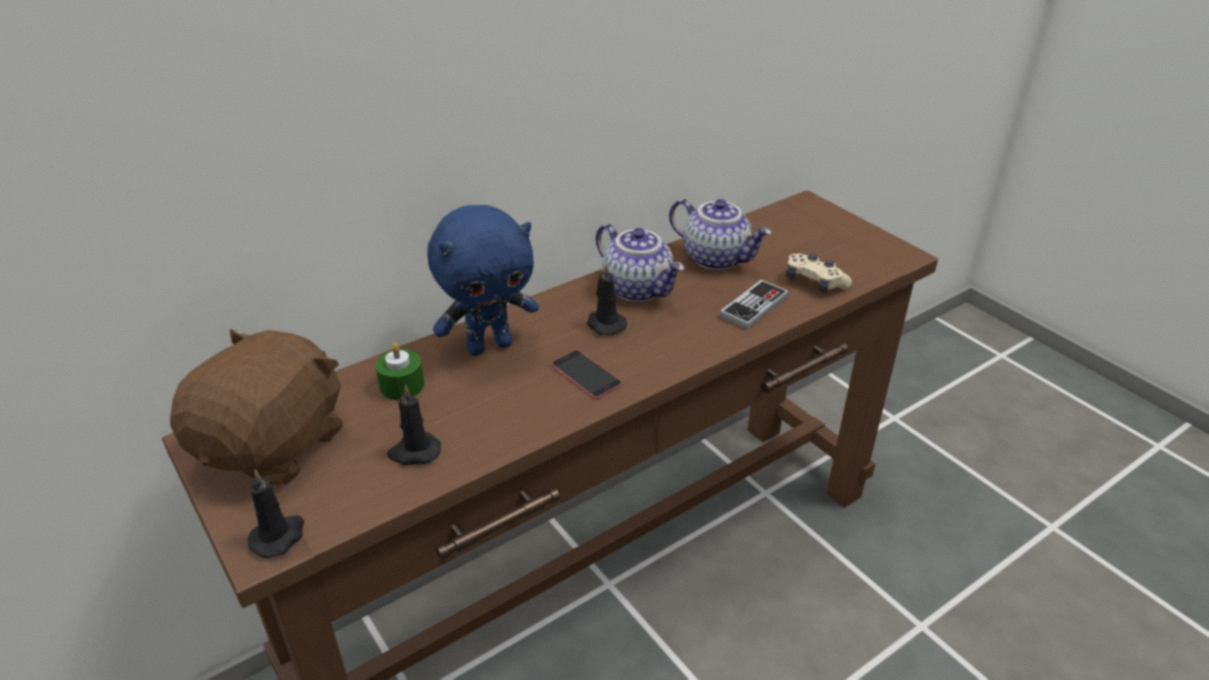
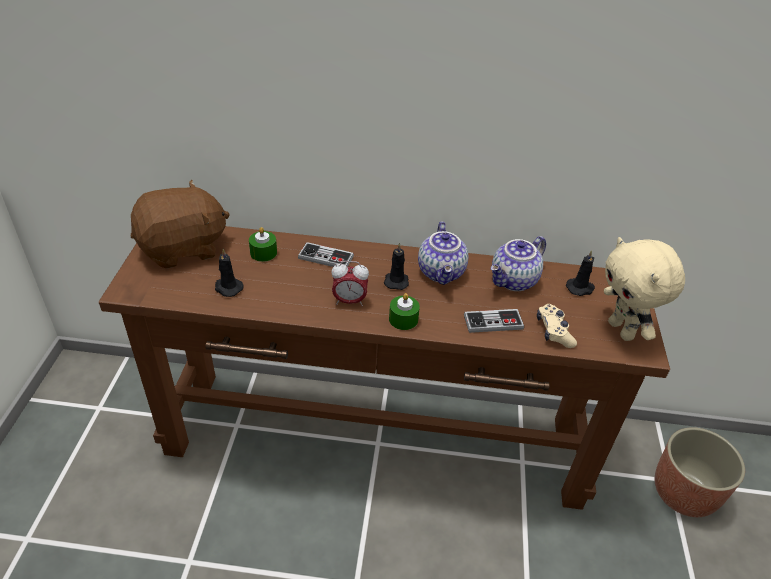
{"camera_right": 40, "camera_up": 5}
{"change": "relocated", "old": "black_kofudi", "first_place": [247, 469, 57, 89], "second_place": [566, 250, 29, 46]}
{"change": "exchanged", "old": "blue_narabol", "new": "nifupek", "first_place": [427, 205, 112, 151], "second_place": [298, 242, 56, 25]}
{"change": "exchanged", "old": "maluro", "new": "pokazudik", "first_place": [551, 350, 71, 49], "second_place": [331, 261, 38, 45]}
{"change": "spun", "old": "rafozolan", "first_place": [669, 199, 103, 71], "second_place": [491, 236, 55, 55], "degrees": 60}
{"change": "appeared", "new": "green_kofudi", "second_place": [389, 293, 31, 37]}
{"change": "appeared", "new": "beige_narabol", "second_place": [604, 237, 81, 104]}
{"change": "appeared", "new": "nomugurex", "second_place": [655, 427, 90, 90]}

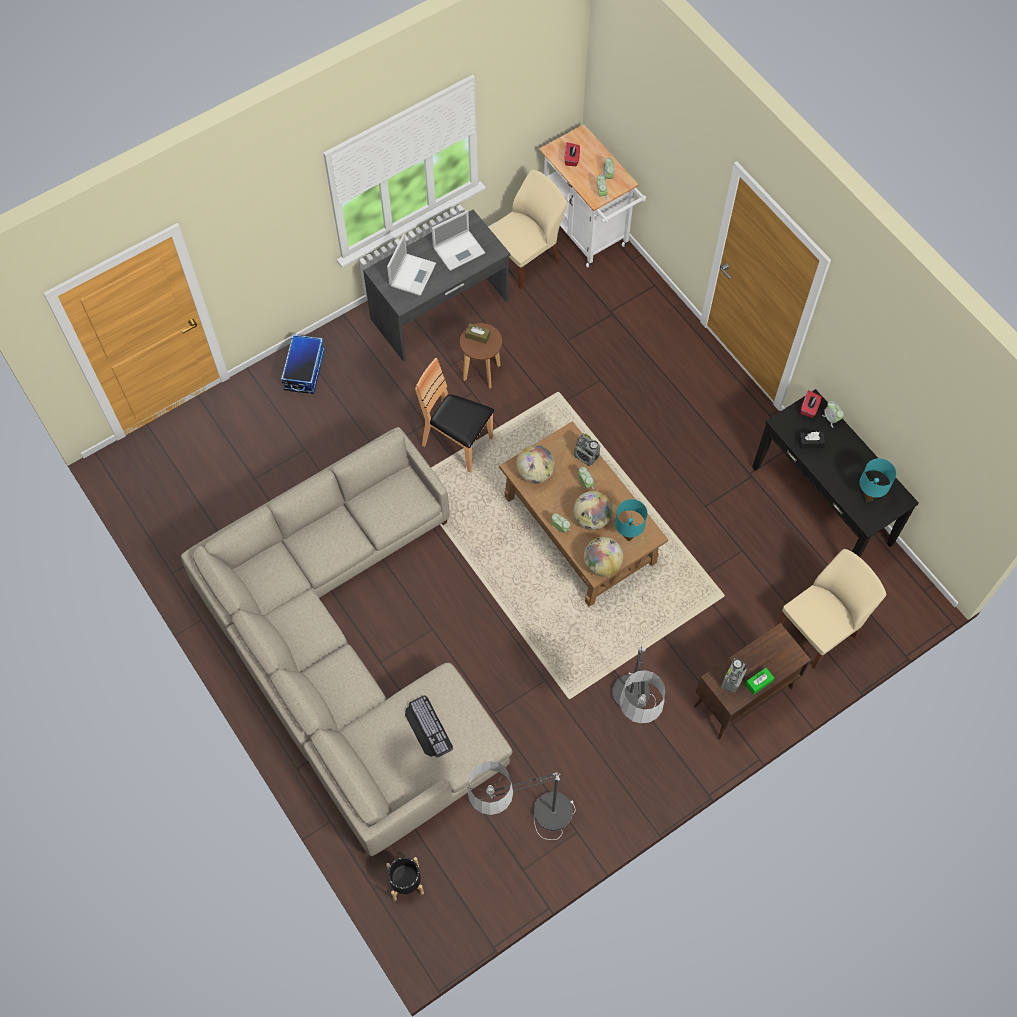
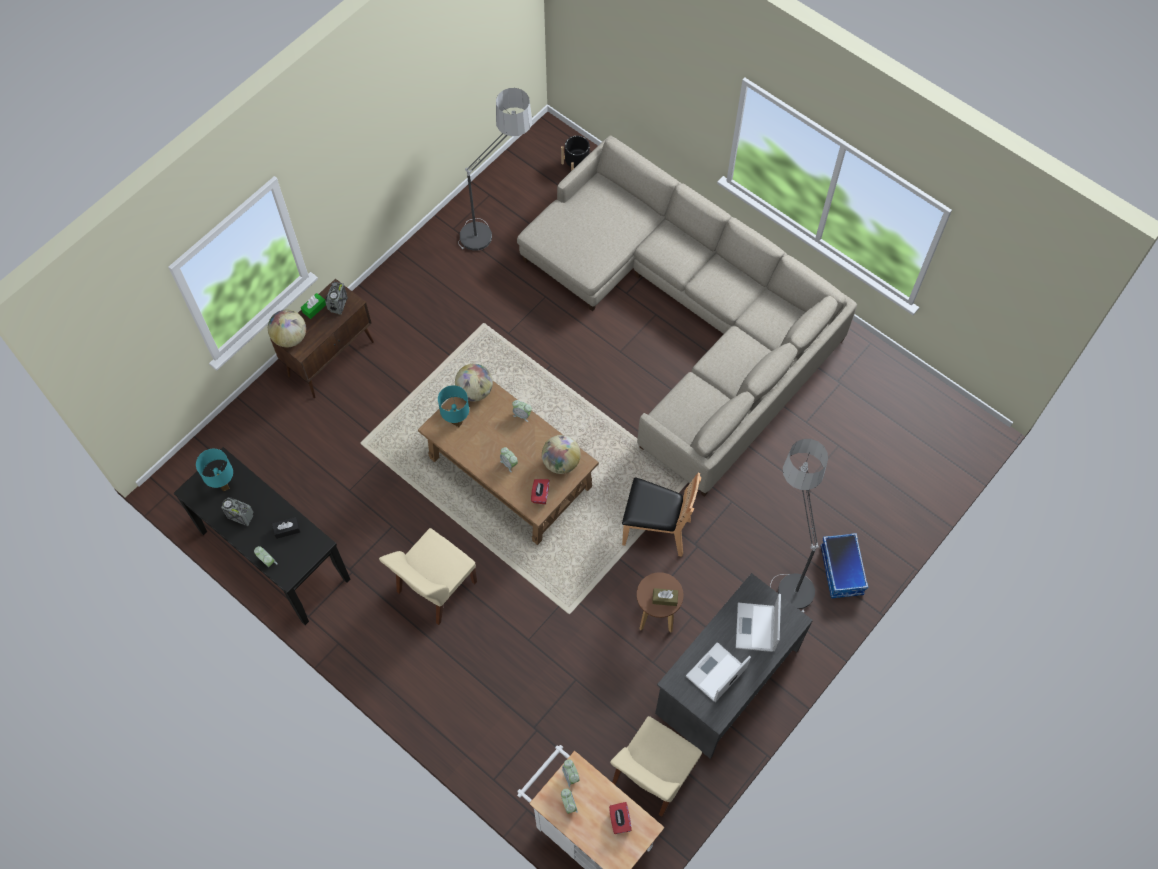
{"camera_right": 165, "camera_up": 0}
{"change": "missing", "old": "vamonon", "first_place": [405, 695, 48, 63]}
{"change": "relocated", "old": "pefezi", "first_place": [573, 491, 40, 39], "second_place": [268, 310, 38, 37]}
{"change": "relocated", "old": "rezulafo", "first_place": [574, 434, 26, 32], "second_place": [221, 497, 33, 29]}
{"change": "relocated", "old": "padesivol", "first_place": [612, 645, 54, 78], "second_place": [770, 439, 58, 173]}
{"change": "relocated", "old": "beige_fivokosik", "first_place": [777, 549, 109, 120], "second_place": [379, 528, 98, 97]}
{"change": "relocated", "old": "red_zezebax", "first_place": [800, 390, 21, 28], "second_place": [531, 479, 18, 25]}

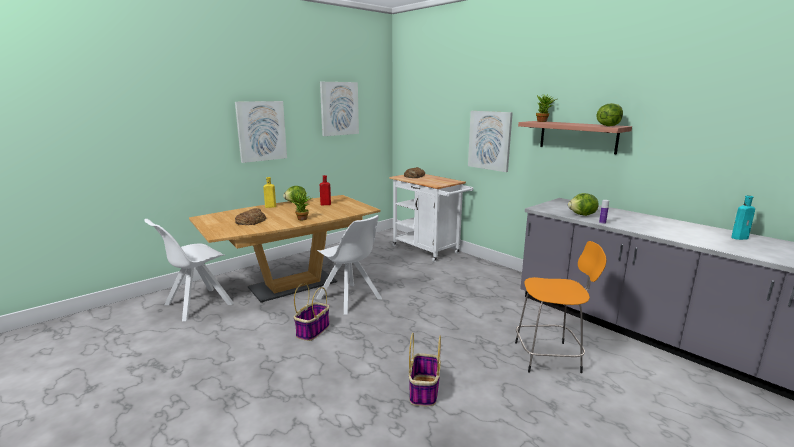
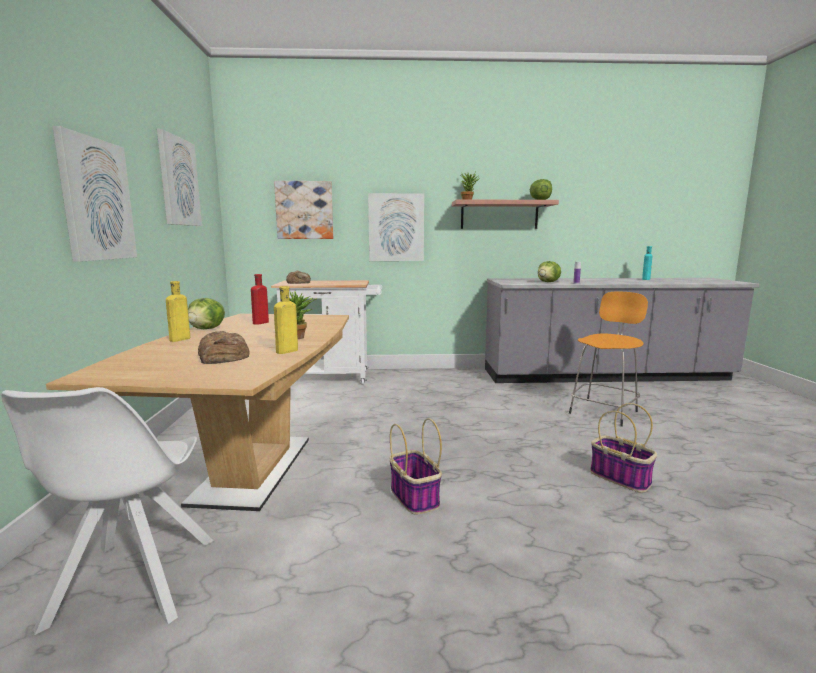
{"camera_right": -50, "camera_up": -5}
{"change": "missing", "old": "white_fivokosik", "first_place": [317, 215, 65, 100]}
{"change": "appeared", "new": "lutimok", "second_place": [274, 181, 60, 58]}
{"change": "appeared", "new": "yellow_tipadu", "second_place": [274, 286, 24, 68]}

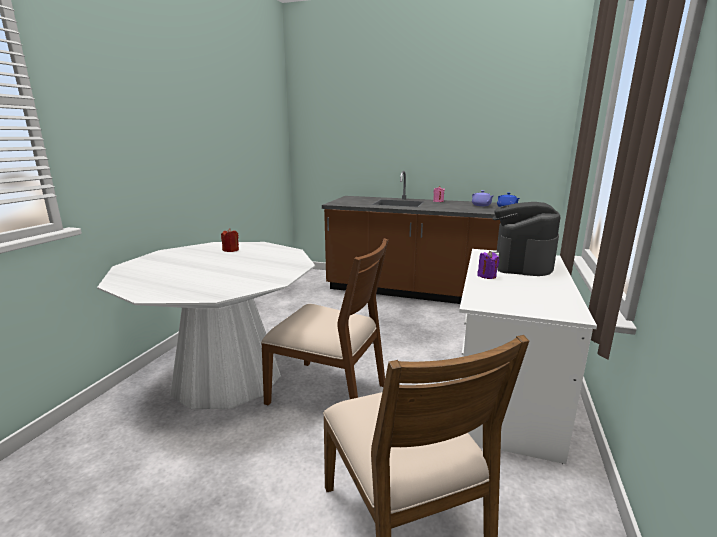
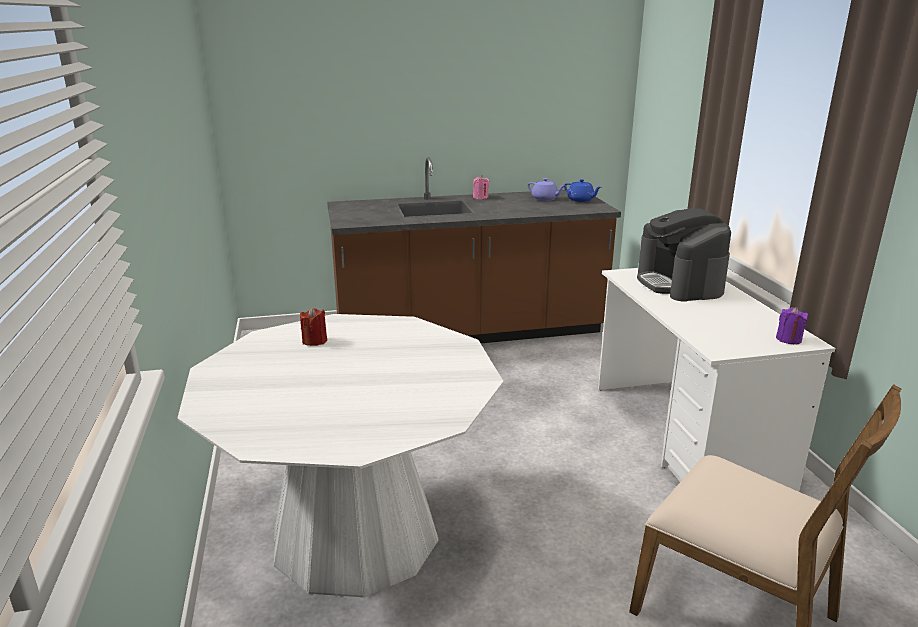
{"camera_right": -30, "camera_up": 5}
{"change": "missing", "old": "brown_fivokosik", "first_place": [261, 238, 127, 167]}
{"change": "relocated", "old": "purple_kofudi", "first_place": [477, 251, 22, 28], "second_place": [776, 307, 32, 37]}

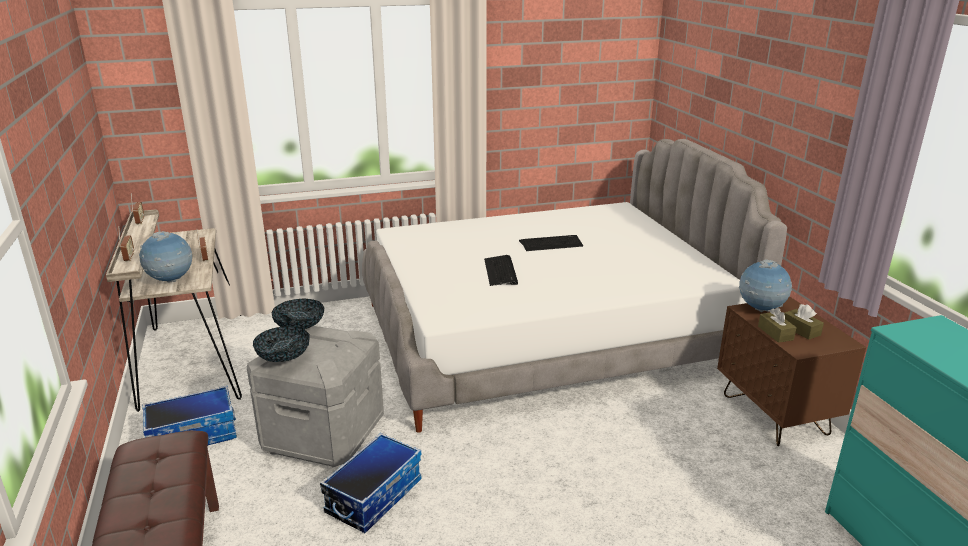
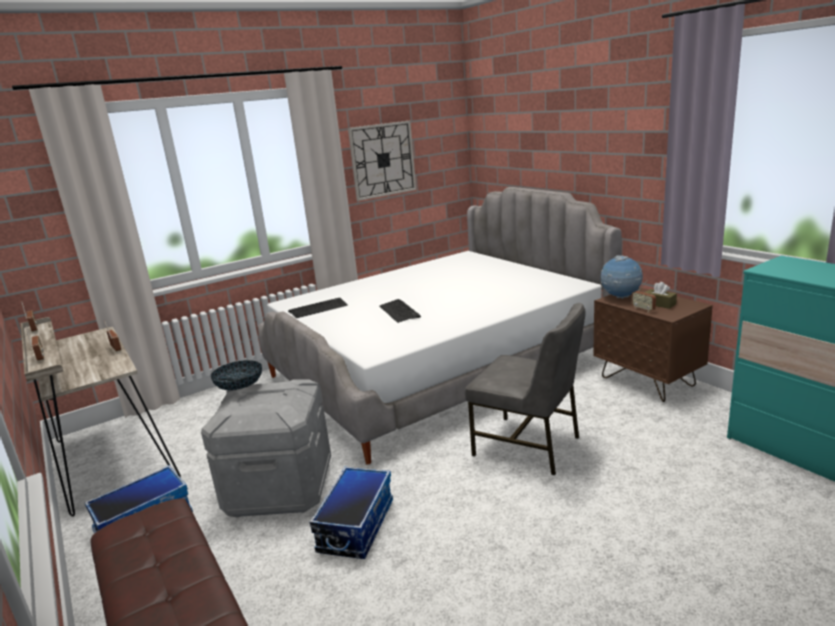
{"camera_right": -15, "camera_up": -5}
{"change": "missing", "old": "pefezi", "first_place": [139, 231, 53, 52]}
{"change": "missing", "old": "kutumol", "first_place": [253, 326, 57, 36]}
{"change": "relocated", "old": "vamonon", "first_place": [519, 235, 64, 16], "second_place": [288, 298, 60, 20]}
{"change": "exchanged", "old": "brown_zezebax", "new": "rezulafo", "first_place": [758, 308, 39, 35], "second_place": [632, 281, 24, 31]}
{"change": "appeared", "new": "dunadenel", "second_place": [348, 121, 68, 80]}
{"change": "appeared", "new": "grey_fivokosik", "second_place": [465, 303, 121, 172]}

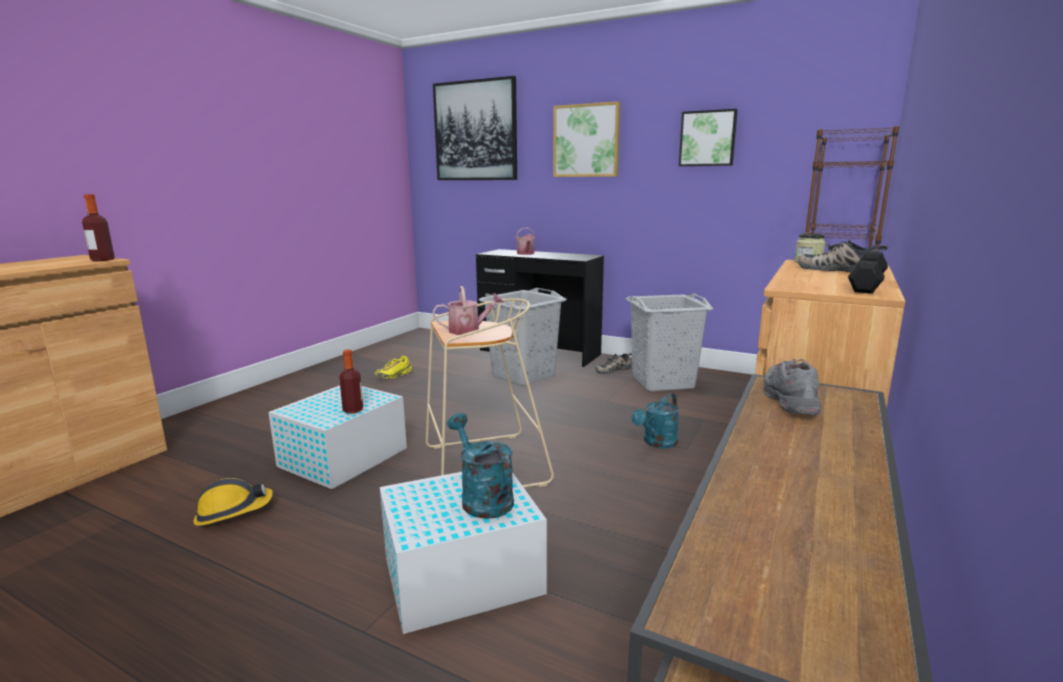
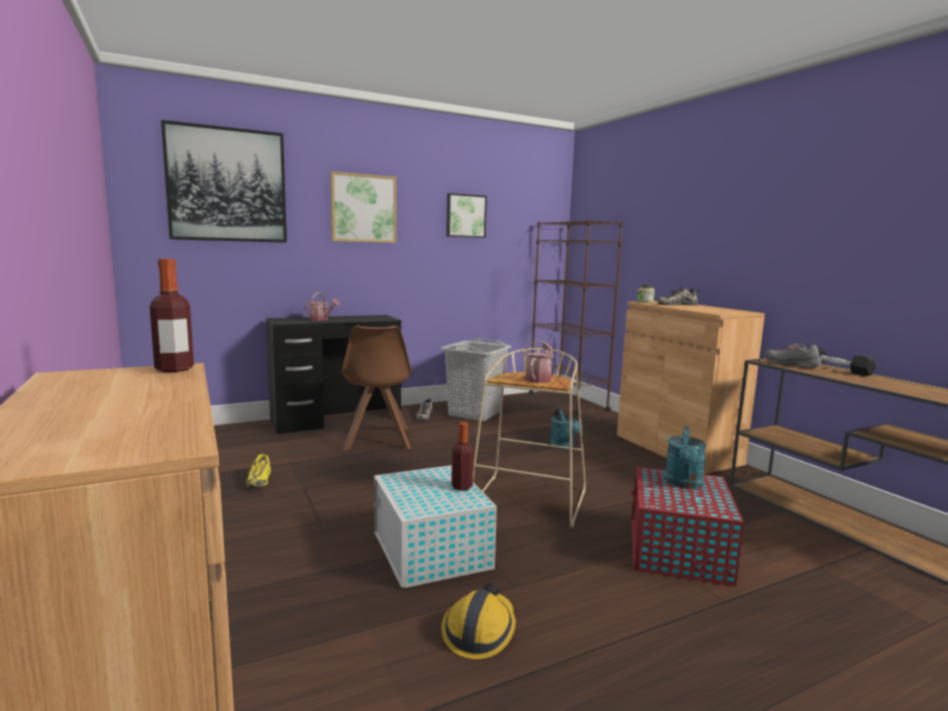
{"camera_right": -55, "camera_up": -5}
{"change": "colour", "old": "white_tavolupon", "new": "red_tavolupon", "first_place": [380, 472, 167, 162], "second_place": [631, 467, 113, 120]}
{"change": "spun", "old": "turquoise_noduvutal", "first_place": [447, 413, 67, 106], "second_place": [665, 426, 42, 63], "degrees": -75}
{"change": "exchanged", "old": "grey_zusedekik", "new": "brown_fivokosik", "first_place": [479, 288, 88, 98], "second_place": [341, 326, 71, 125]}
{"change": "relocated", "old": "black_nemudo", "first_place": [848, 252, 40, 42], "second_place": [807, 346, 69, 30]}

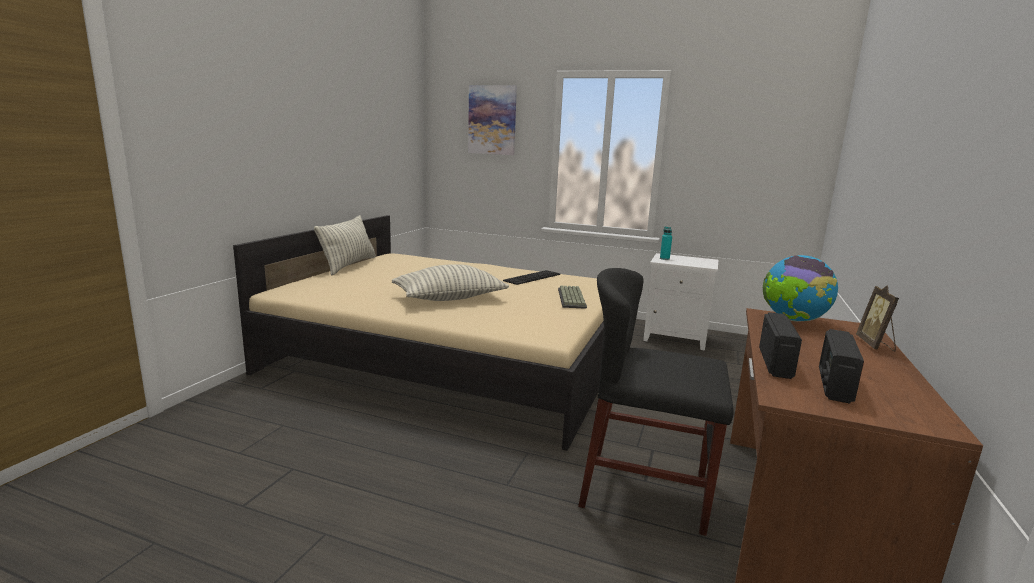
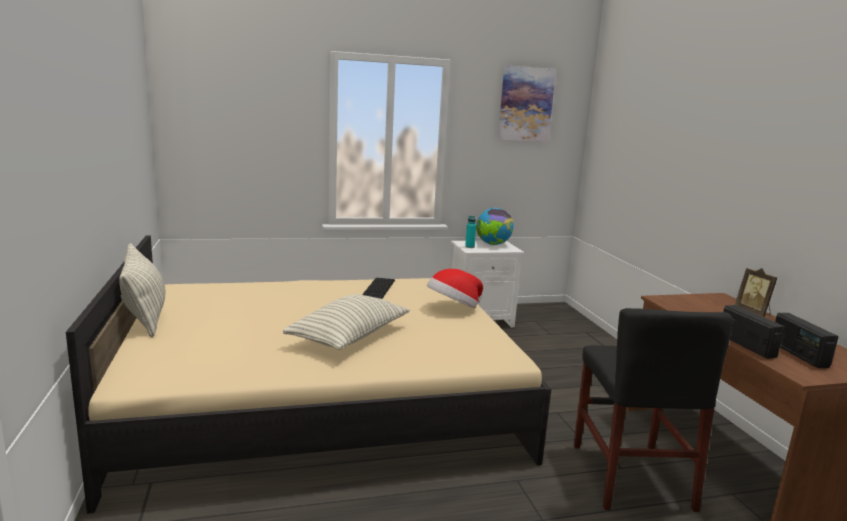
{"camera_right": -35, "camera_up": 0}
{"change": "relocated", "old": "lutimok", "first_place": [468, 85, 49, 70], "second_place": [498, 65, 58, 77]}
{"change": "exchanged", "old": "vamonon", "new": "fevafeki", "first_place": [558, 285, 29, 24], "second_place": [427, 269, 56, 39]}
{"change": "spun", "old": "black_fivokosik", "first_place": [578, 268, 156, 268], "second_place": [574, 308, 159, 204], "degrees": -75}
{"change": "relocated", "old": "pefezi", "first_place": [763, 255, 75, 66], "second_place": [476, 208, 38, 37]}

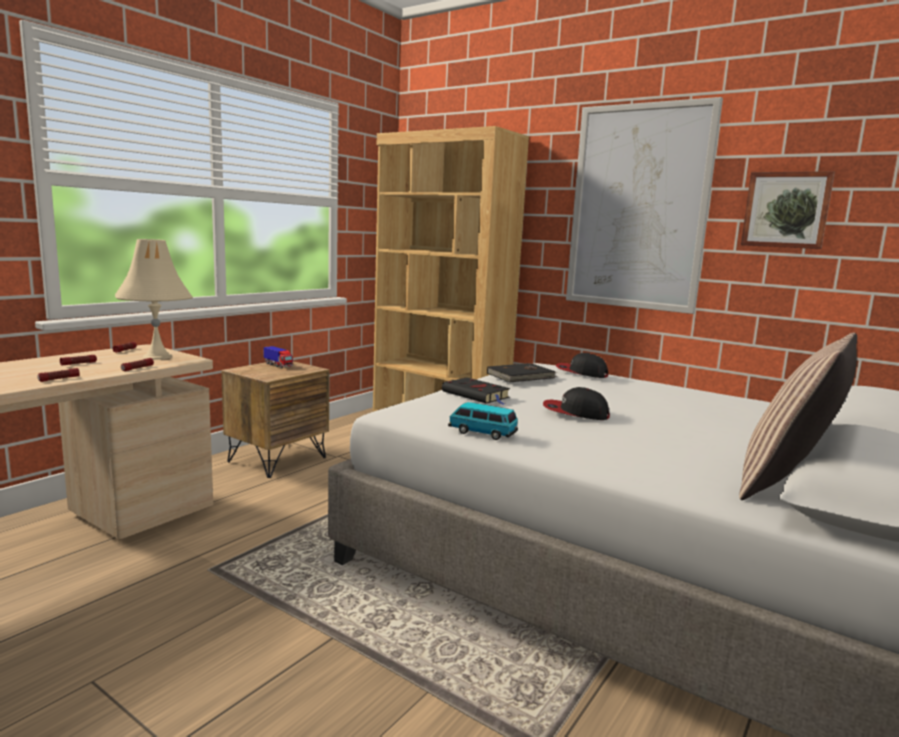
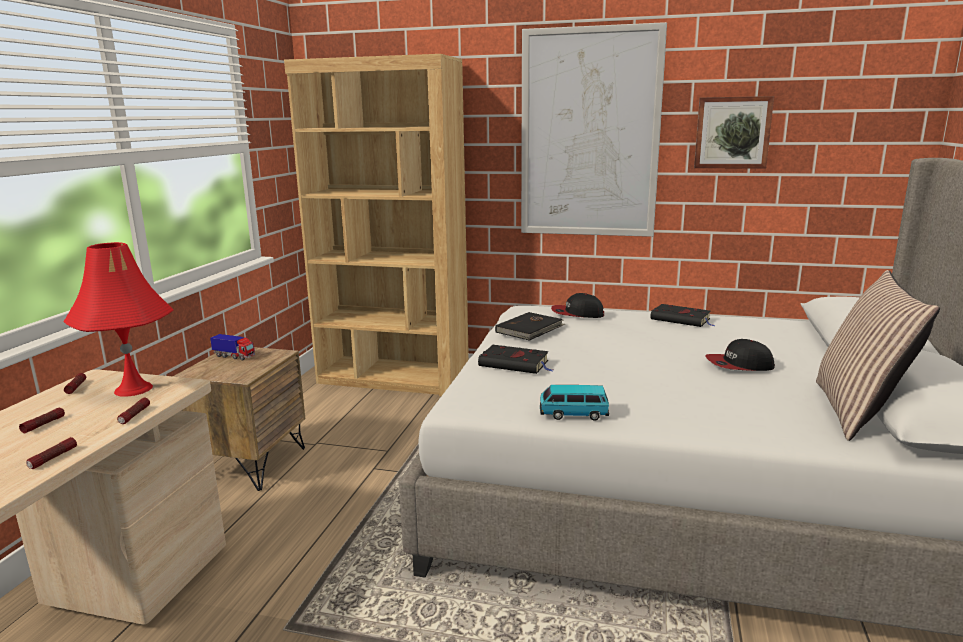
{"camera_right": -20, "camera_up": 5}
{"change": "colour", "old": "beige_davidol", "new": "red_davidol", "first_place": [115, 239, 78, 121], "second_place": [64, 242, 110, 155]}
{"change": "relocated", "old": "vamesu", "first_place": [543, 387, 67, 33], "second_place": [705, 339, 70, 32]}
{"change": "appeared", "new": "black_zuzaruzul", "second_place": [650, 304, 65, 23]}

